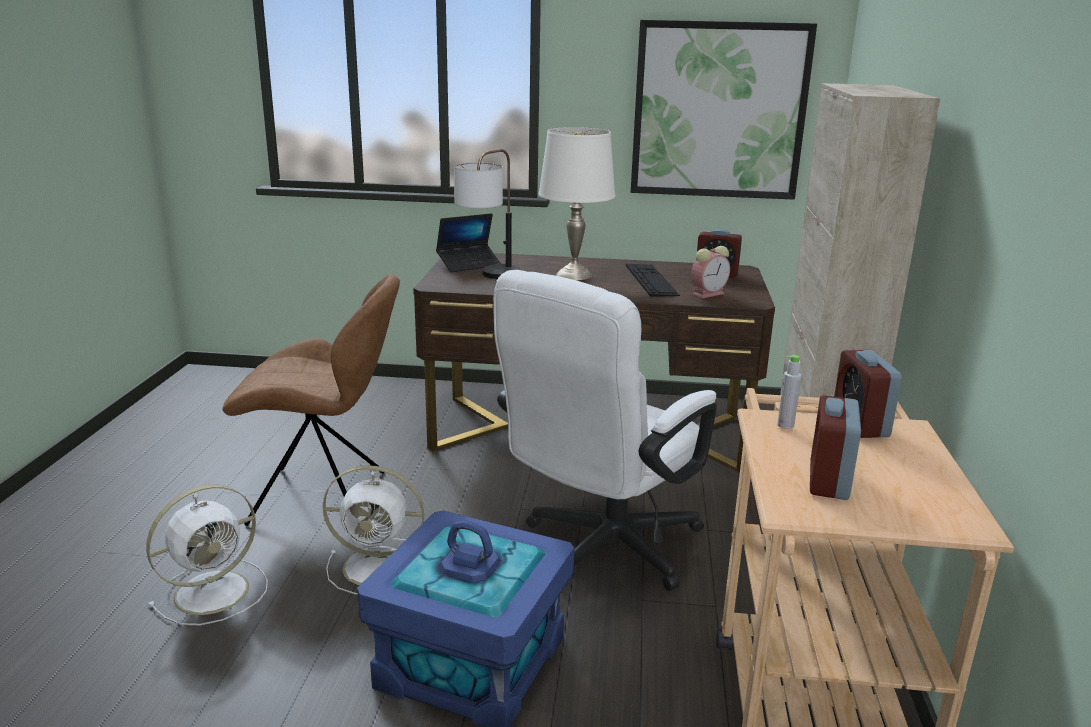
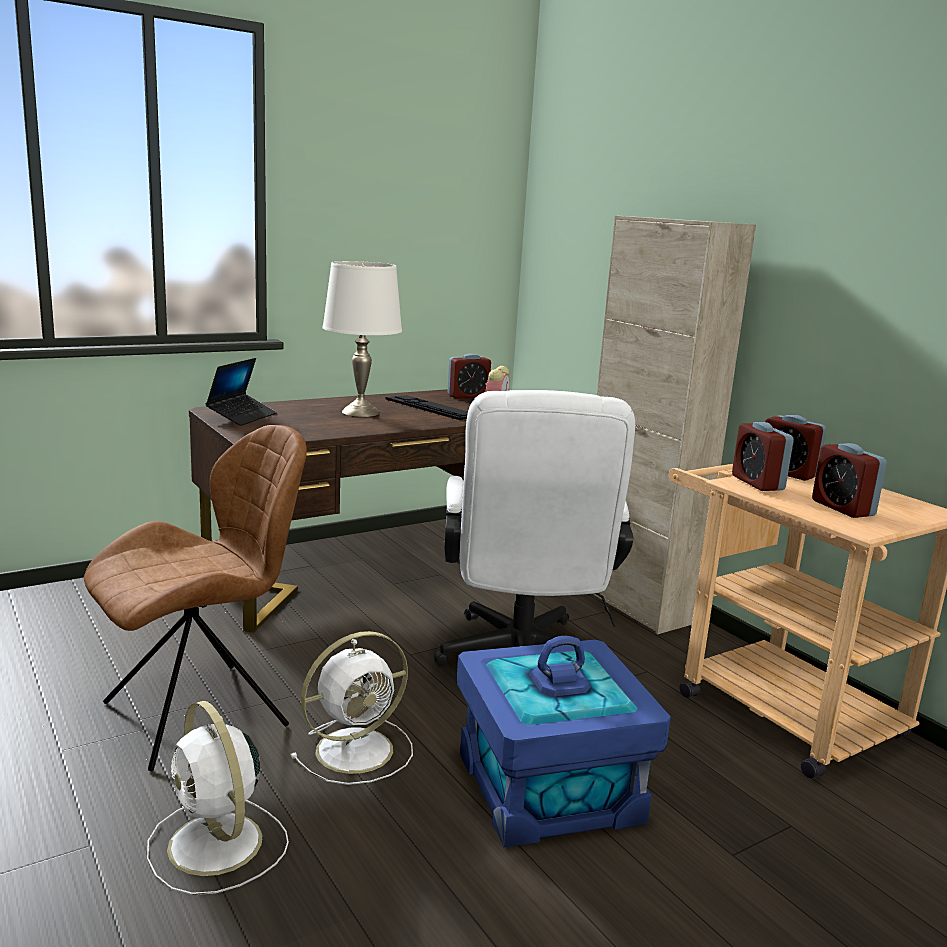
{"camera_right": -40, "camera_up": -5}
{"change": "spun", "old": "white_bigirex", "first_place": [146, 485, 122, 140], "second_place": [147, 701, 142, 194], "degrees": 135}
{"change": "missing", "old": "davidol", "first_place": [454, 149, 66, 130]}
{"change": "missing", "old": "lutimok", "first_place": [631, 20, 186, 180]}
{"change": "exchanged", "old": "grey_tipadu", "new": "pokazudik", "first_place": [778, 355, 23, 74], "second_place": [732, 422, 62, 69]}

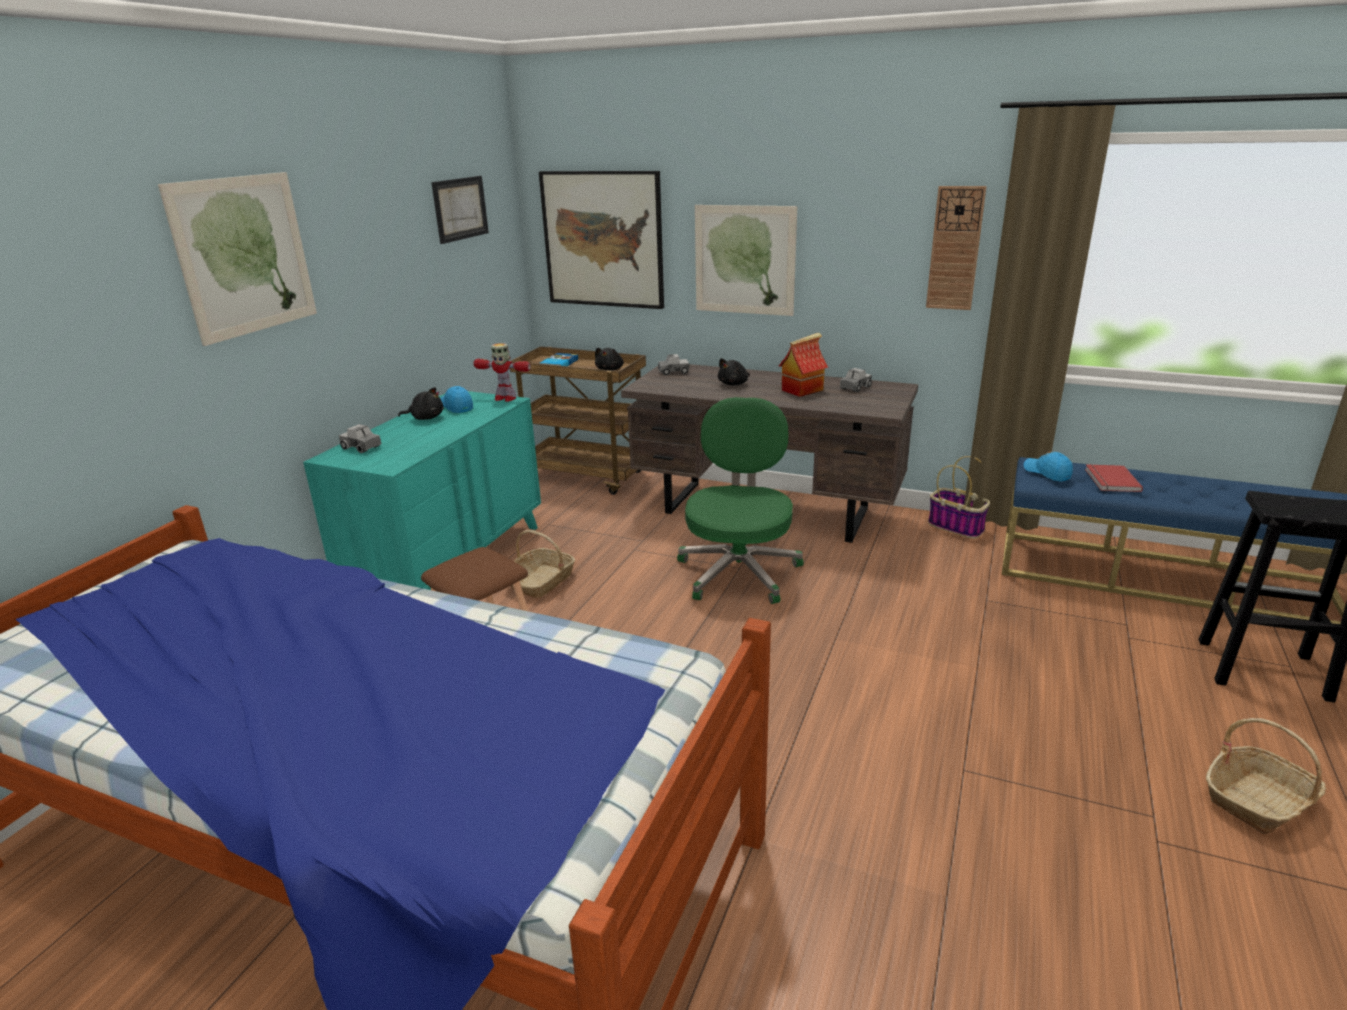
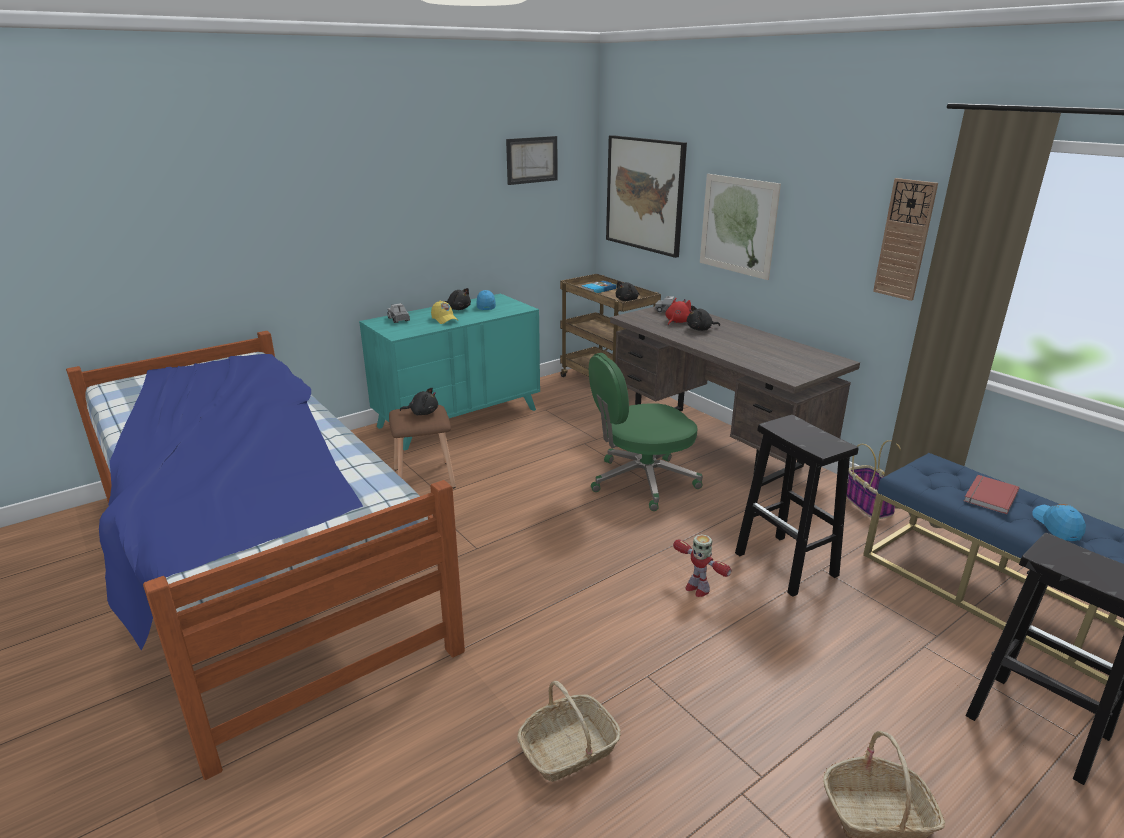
{"camera_right": 30, "camera_up": 0}
{"change": "missing", "old": "lutimok", "first_place": [158, 172, 159, 174]}
{"change": "relocated", "old": "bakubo", "first_place": [473, 343, 58, 59], "second_place": [673, 534, 58, 63]}
{"change": "relocated", "old": "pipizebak", "first_place": [511, 530, 64, 68], "second_place": [517, 681, 104, 101]}
{"change": "spun", "old": "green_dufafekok", "first_place": [677, 397, 127, 207], "second_place": [589, 353, 114, 158], "degrees": -150}
{"change": "missing", "old": "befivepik", "first_place": [779, 333, 49, 64]}
{"change": "missing", "old": "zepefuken", "first_place": [840, 368, 32, 24]}
{"change": "relocated", "old": "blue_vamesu", "first_place": [1024, 451, 49, 31], "second_place": [1033, 504, 53, 37]}
{"change": "appeared", "new": "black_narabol", "second_place": [400, 388, 38, 27]}
{"change": "appeared", "new": "yellow_vamesu", "second_place": [431, 300, 28, 24]}
{"change": "appeared", "new": "red_narabol", "second_place": [665, 298, 26, 27]}
{"change": "appeared", "new": "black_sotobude", "second_place": [735, 415, 123, 182]}

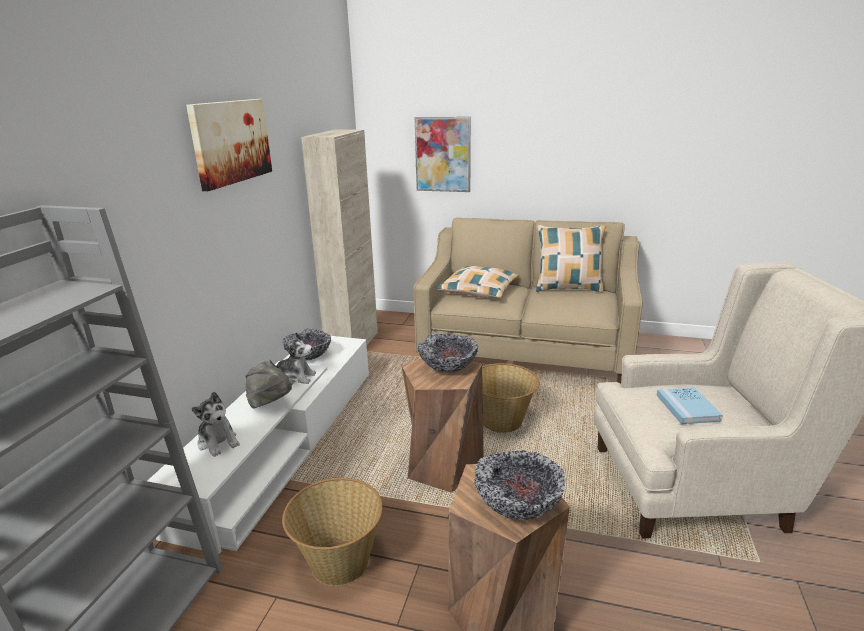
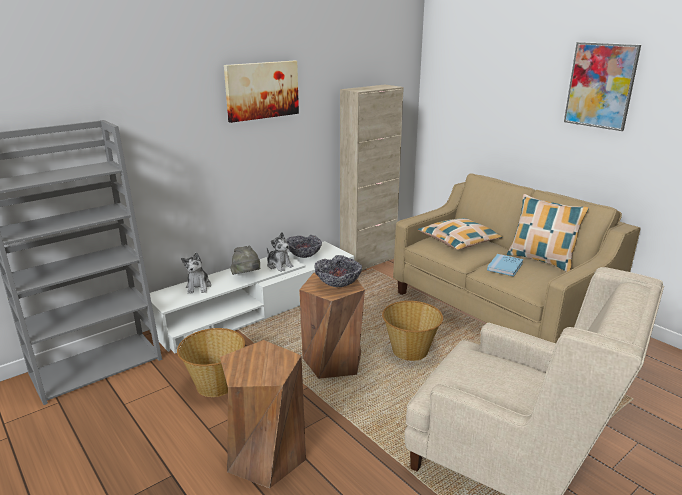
{"camera_right": 35, "camera_up": 0}
{"change": "relocated", "old": "lutimok", "first_place": [414, 117, 57, 75], "second_place": [564, 42, 77, 89]}
{"change": "missing", "old": "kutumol", "first_place": [474, 450, 92, 70]}
{"change": "relocated", "old": "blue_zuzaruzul", "first_place": [656, 387, 67, 37], "second_place": [487, 254, 36, 23]}

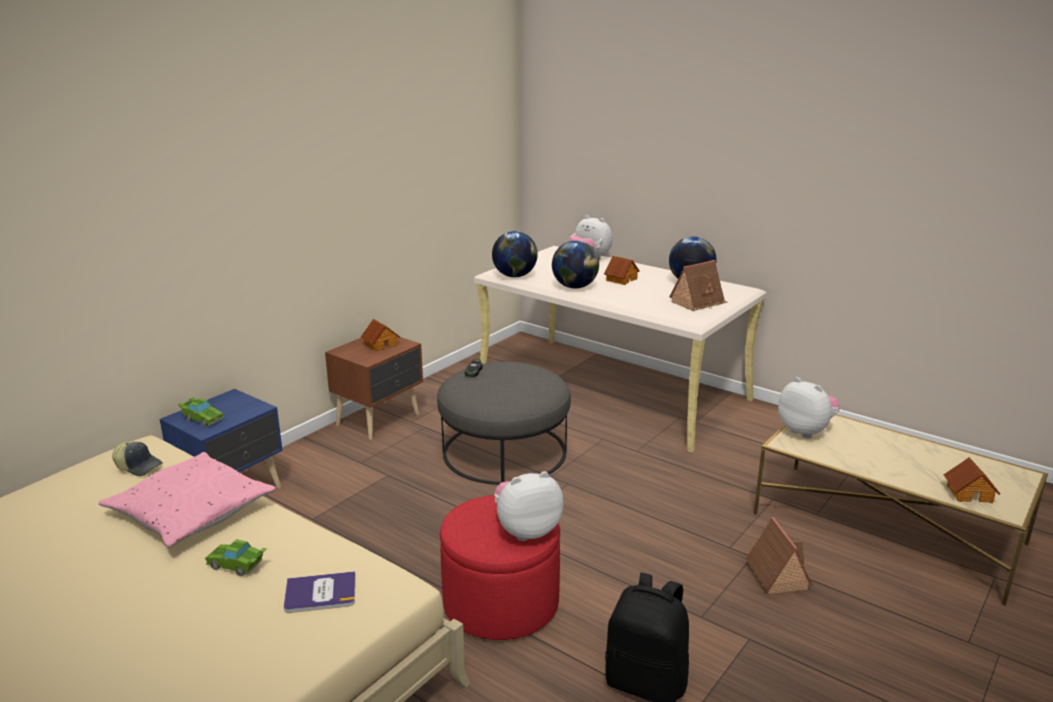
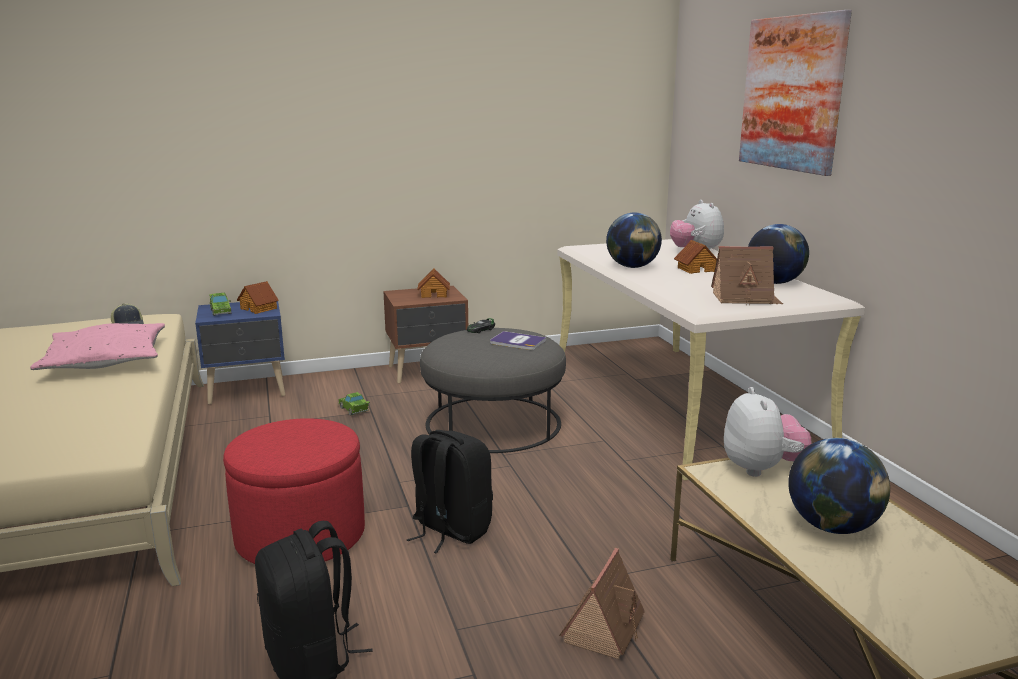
{"camera_right": 35, "camera_up": -5}
{"change": "relocated", "old": "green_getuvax", "first_place": [205, 539, 62, 38], "second_place": [338, 392, 32, 24]}
{"change": "relocated", "old": "zuzaruzul", "first_place": [284, 571, 71, 42], "second_place": [490, 331, 56, 19]}
{"change": "relocated", "old": "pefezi", "first_place": [492, 231, 46, 46], "second_place": [788, 438, 102, 96]}
{"change": "missing", "old": "narabol", "first_place": [494, 471, 69, 70]}
{"change": "relocated", "old": "befivepik", "first_place": [944, 457, 56, 46], "second_place": [237, 281, 42, 33]}
{"change": "appeared", "new": "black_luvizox", "second_place": [407, 430, 86, 124]}
{"change": "appeared", "new": "lutimok", "second_place": [739, 10, 113, 166]}

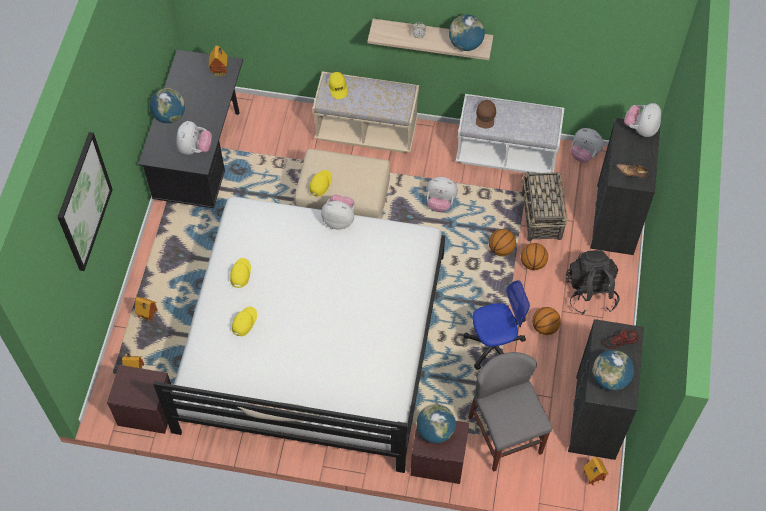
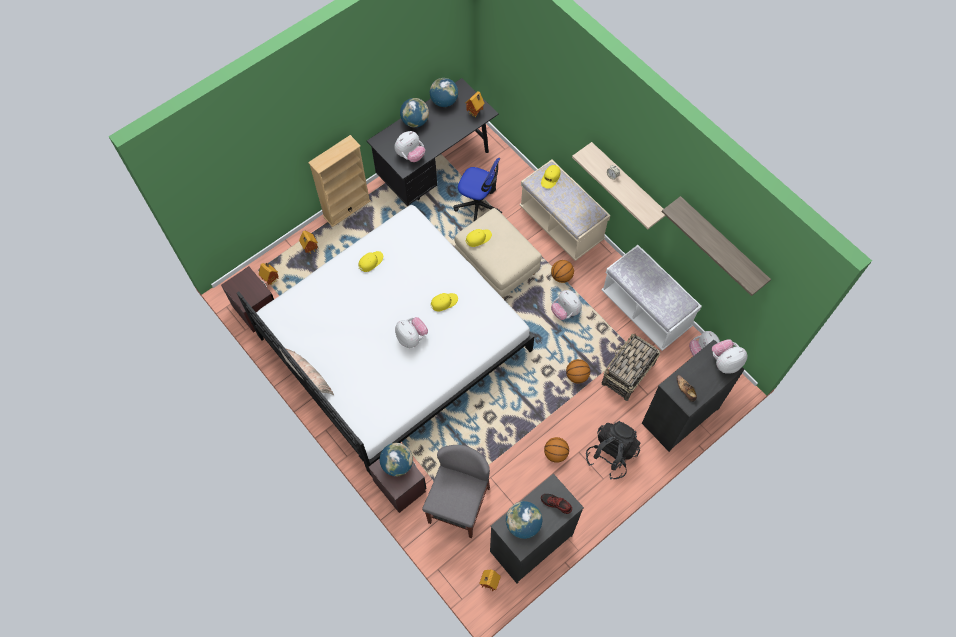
{"camera_right": 40, "camera_up": 5}
{"change": "missing", "old": "lutimok", "first_place": [58, 132, 55, 139]}
{"change": "relocated", "old": "yellow_vamesu", "first_place": [232, 307, 25, 29], "second_place": [430, 293, 28, 19]}
{"change": "relocated", "old": "narabol", "first_place": [321, 194, 34, 36], "second_place": [395, 317, 33, 31]}
{"change": "relocated", "old": "pefezi", "first_place": [449, 15, 36, 36], "second_place": [430, 78, 28, 29]}
{"change": "relocated", "old": "dufafekok", "first_place": [463, 280, 67, 90], "second_place": [454, 158, 48, 63]}
{"change": "missing", "old": "brown_vamesu", "first_place": [476, 100, 20, 28]}
{"change": "relocated", "old": "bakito", "first_place": [521, 243, 27, 27], "second_place": [551, 260, 23, 23]}
{"change": "appeared", "new": "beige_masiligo", "second_place": [308, 135, 63, 92]}
{"change": "appeared", "new": "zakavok", "second_place": [662, 196, 109, 100]}

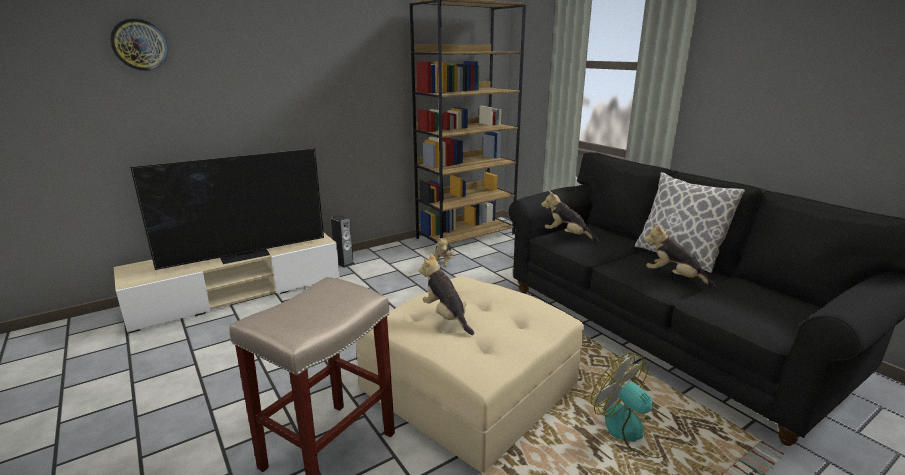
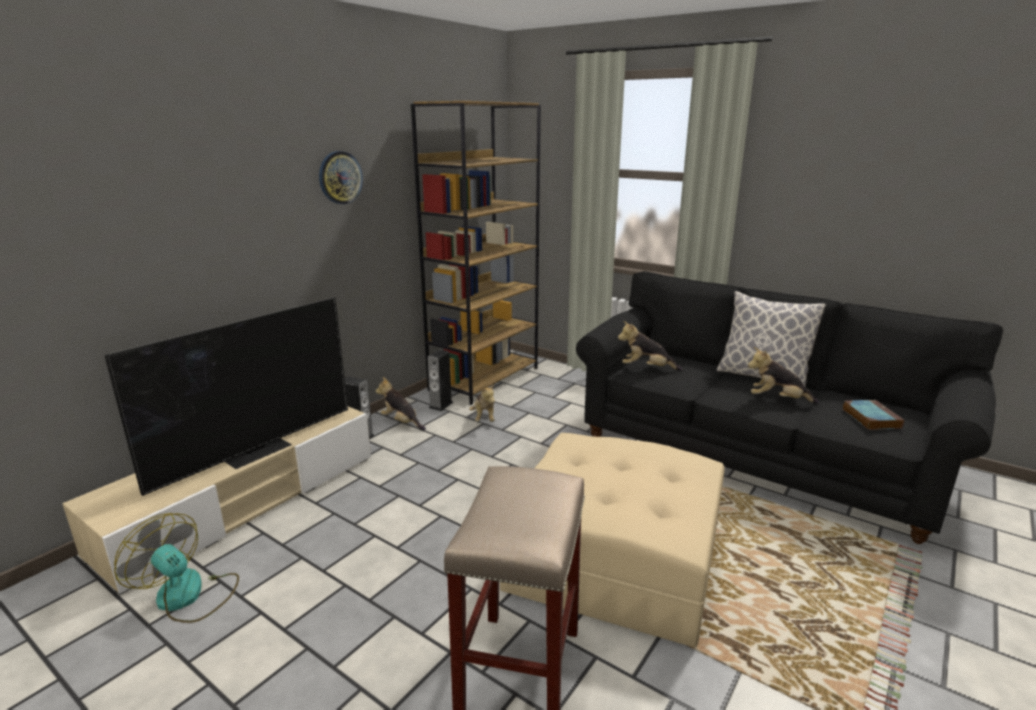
{"camera_right": -20, "camera_up": 0}
{"change": "relocated", "old": "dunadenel", "first_place": [110, 18, 58, 53], "second_place": [319, 151, 44, 53]}
{"change": "relocated", "old": "narabol", "first_place": [419, 253, 55, 82], "second_place": [376, 377, 50, 53]}
{"change": "relocated", "old": "bigirex", "first_place": [590, 353, 84, 105], "second_place": [114, 513, 125, 110]}
{"change": "appeared", "new": "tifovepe", "second_place": [427, 349, 26, 62]}
{"change": "appeared", "new": "zuzaruzul", "second_place": [843, 400, 62, 30]}

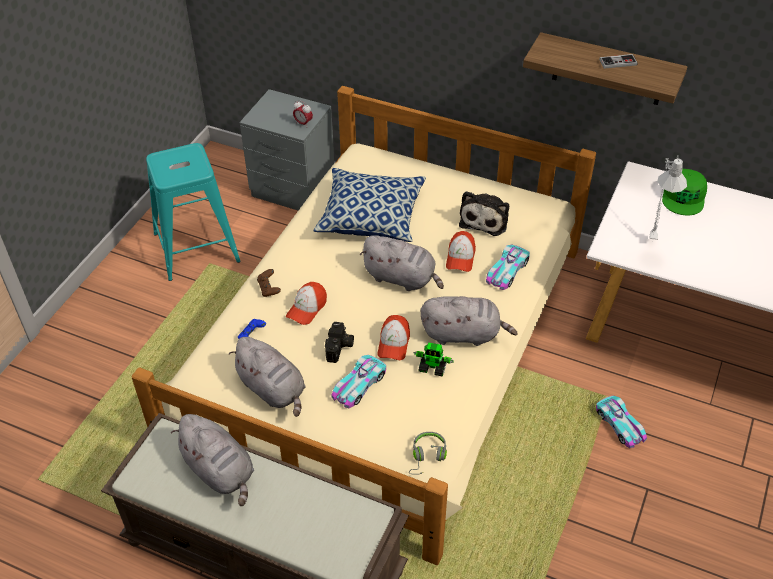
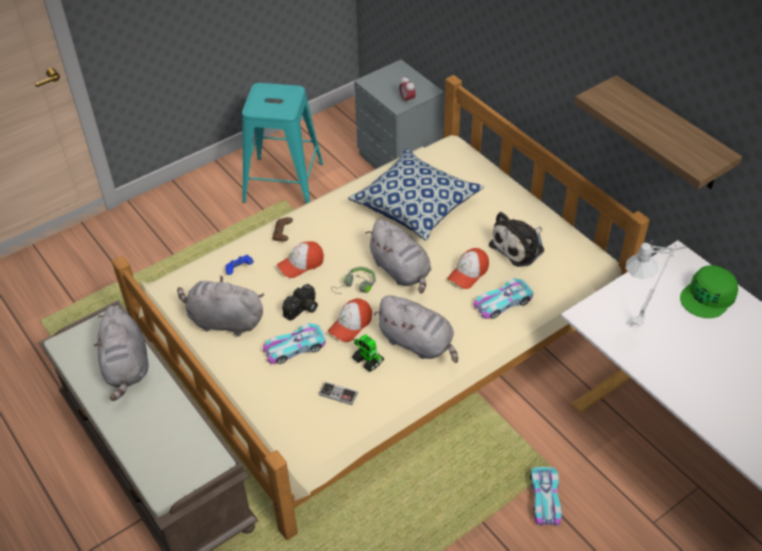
{"camera_right": 30, "camera_up": 0}
{"change": "spun", "old": "grey_narabol", "first_place": [229, 337, 77, 80], "second_place": [177, 275, 87, 61], "degrees": 120}
{"change": "relocated", "old": "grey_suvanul", "first_place": [409, 432, 38, 42], "second_place": [331, 267, 45, 27]}
{"change": "relocated", "old": "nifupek", "first_place": [599, 54, 39, 15], "second_place": [318, 382, 40, 23]}

